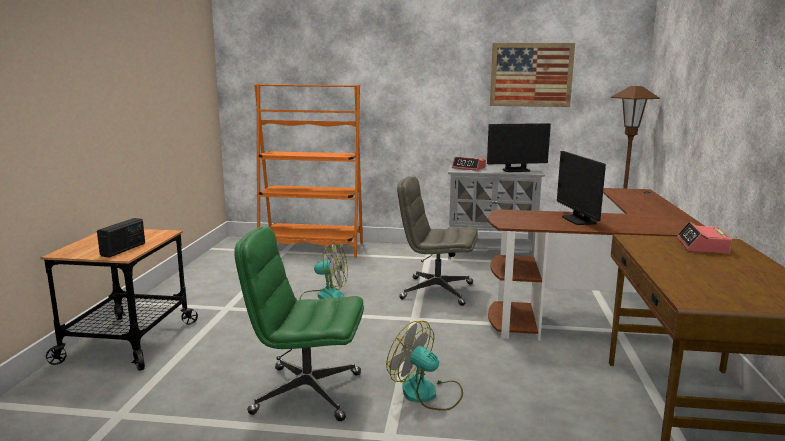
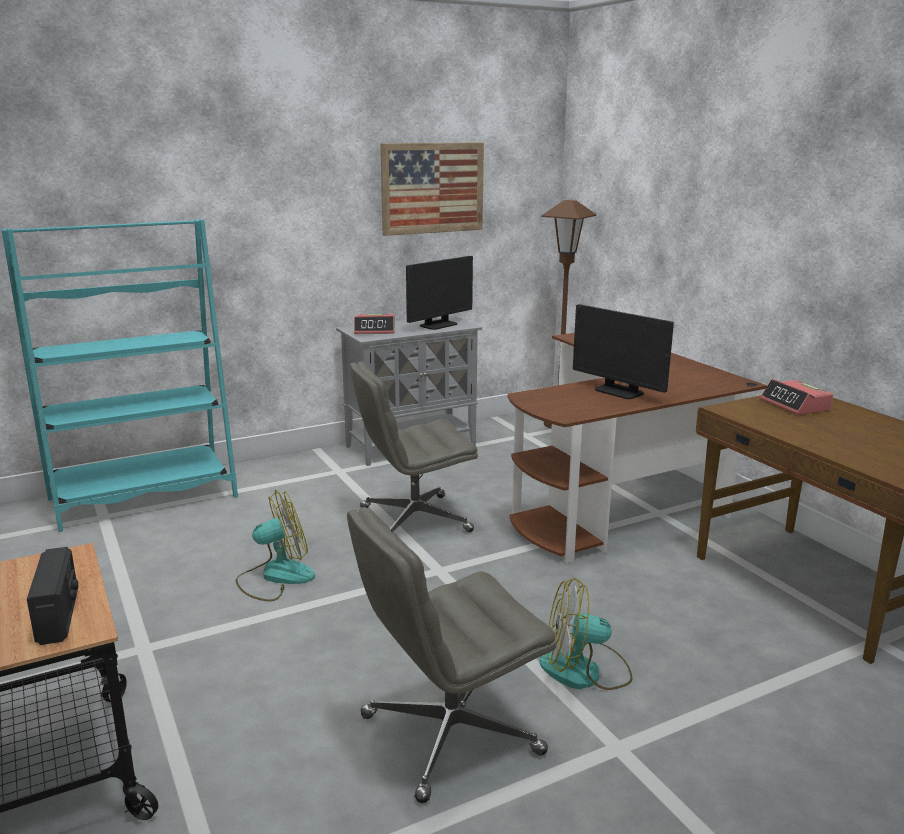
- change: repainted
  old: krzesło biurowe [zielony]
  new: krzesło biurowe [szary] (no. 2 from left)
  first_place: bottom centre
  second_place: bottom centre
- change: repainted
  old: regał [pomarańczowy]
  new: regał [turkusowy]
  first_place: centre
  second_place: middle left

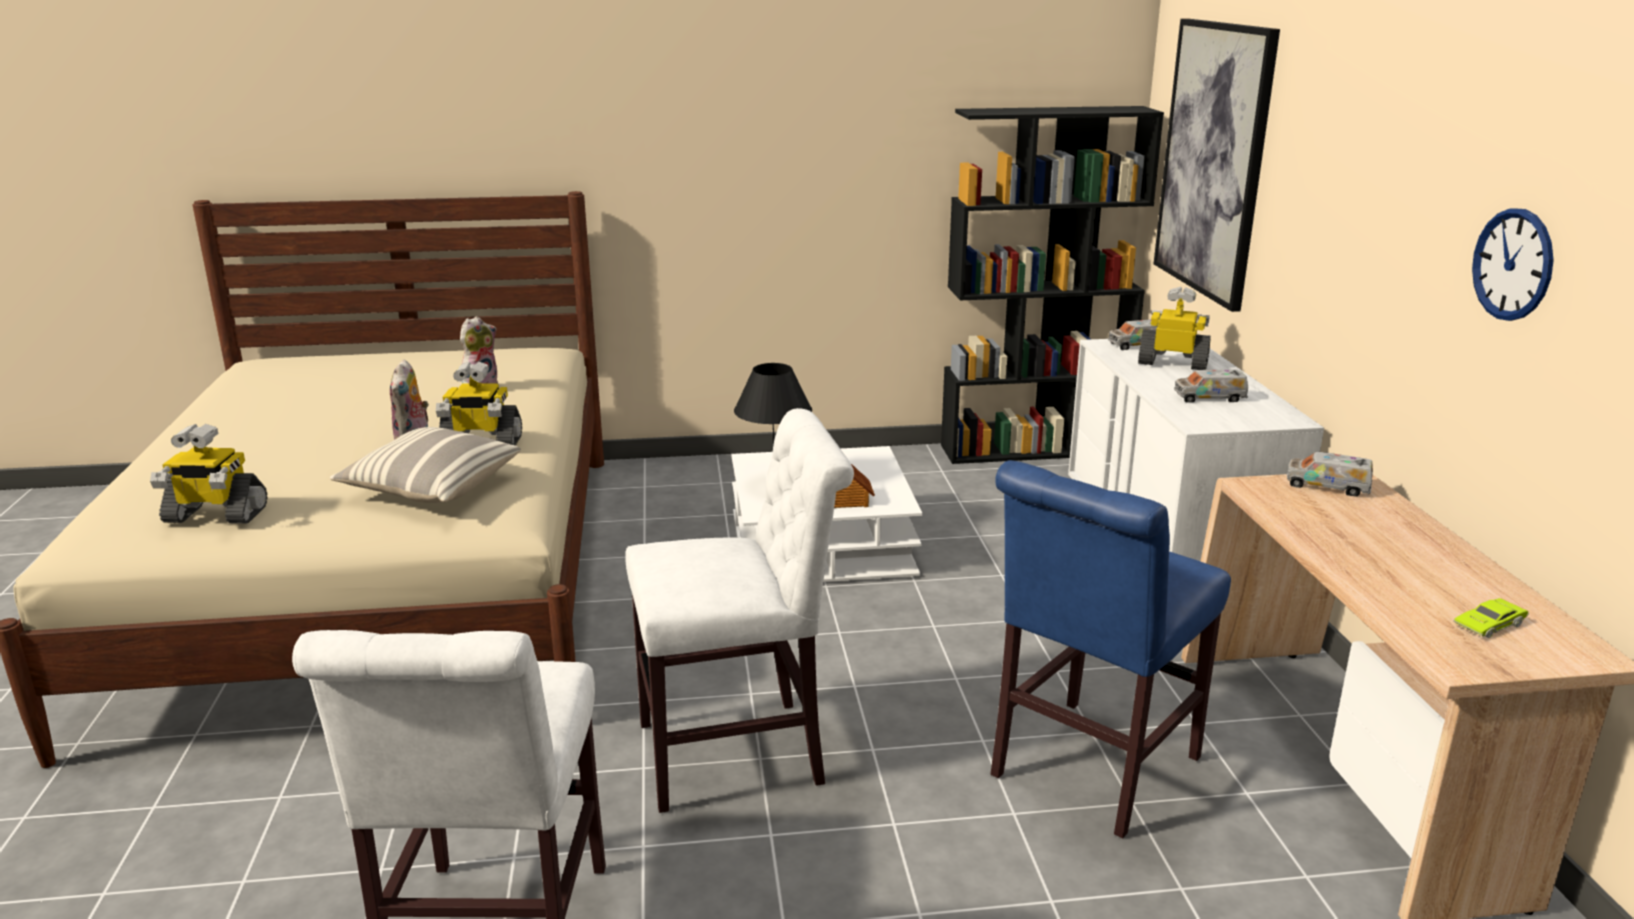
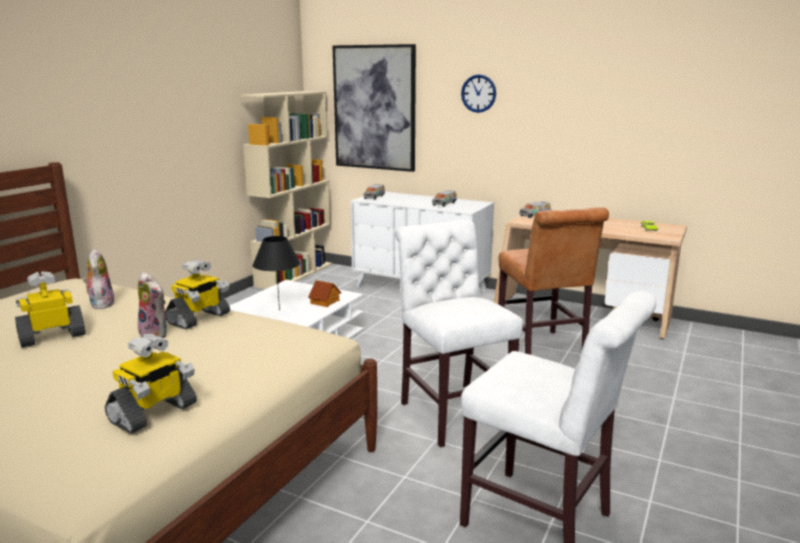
- change: gone
  old: poduszka
  first_place: middle left
- change: rotated
  old: krzesło [biały] (no. 2 from left in the first image)
  first_place: centre
  second_place: centre
  degrees: -45
- change: repainted
  old: regał [czarny]
  new: regał [beżowy]
  first_place: top centre
  second_place: centre
- change: repainted
  old: krzesło [niebieski]
  new: krzesło [brązowy]
  first_place: bottom right
  second_place: middle right
- change: shifted
  old: robot zabawkowy (no. 3 from left in the first image)
  new: robot zabawkowy (no. 1 from left)
  first_place: middle right
  second_place: middle left
- change: shifted
  old: zegar ścienny
  first_place: top right
  second_place: top centre

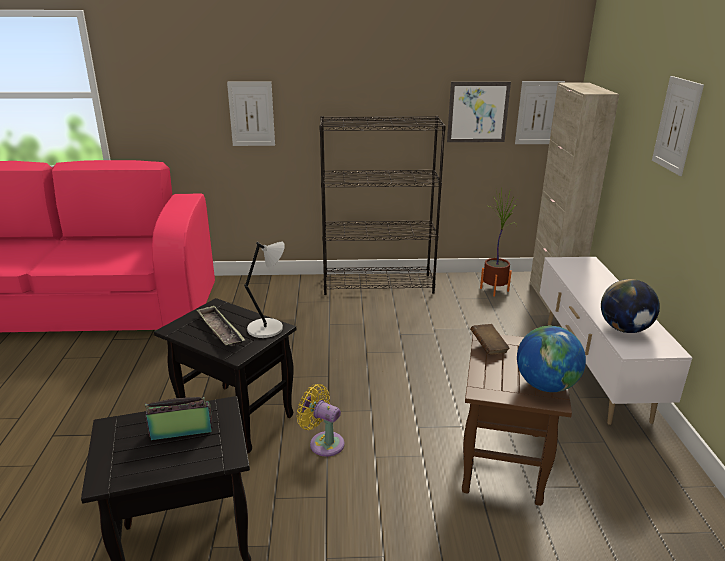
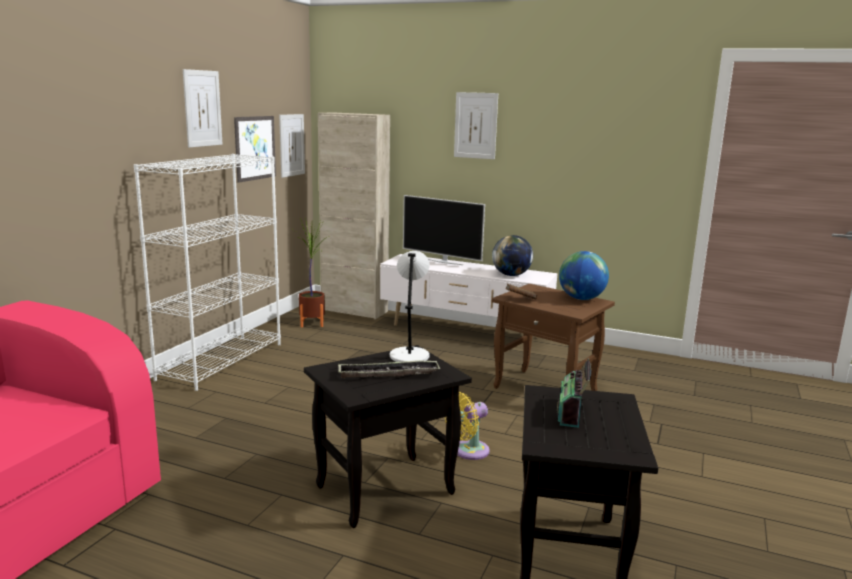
- change: shifted
  old: obraz (no. 1 from left)
  first_place: top centre
  second_place: top left
- change: repainted
  old: regał [czarny]
  new: regał [biały]
  first_place: centre
  second_place: middle left
- change: new
  new: telewizor
  second_place: centre

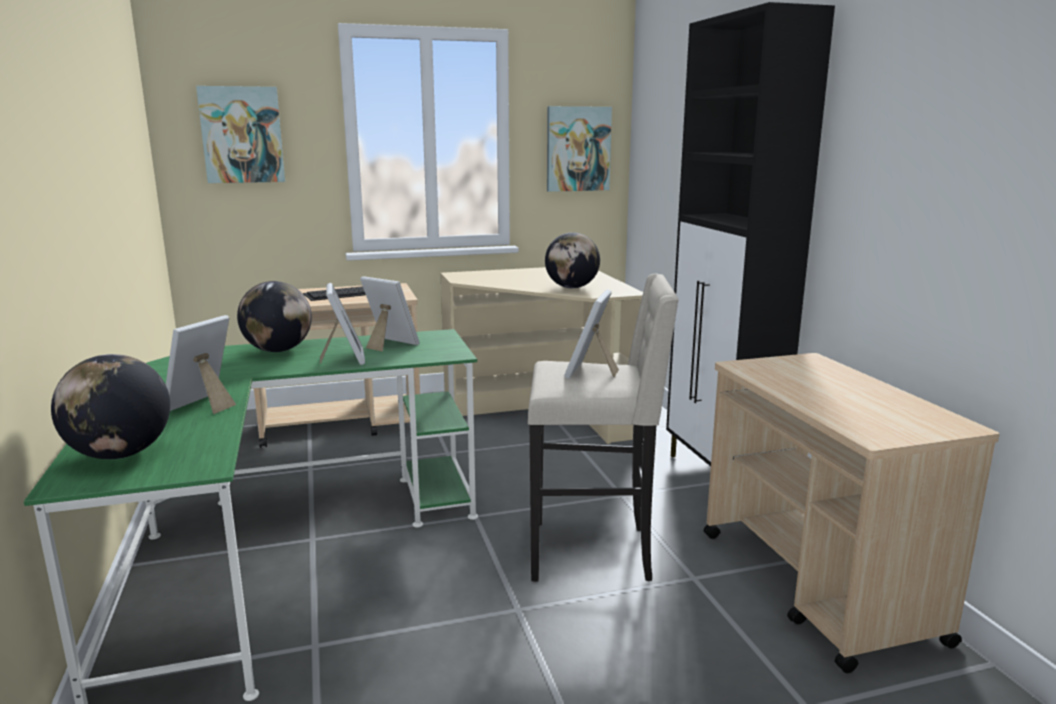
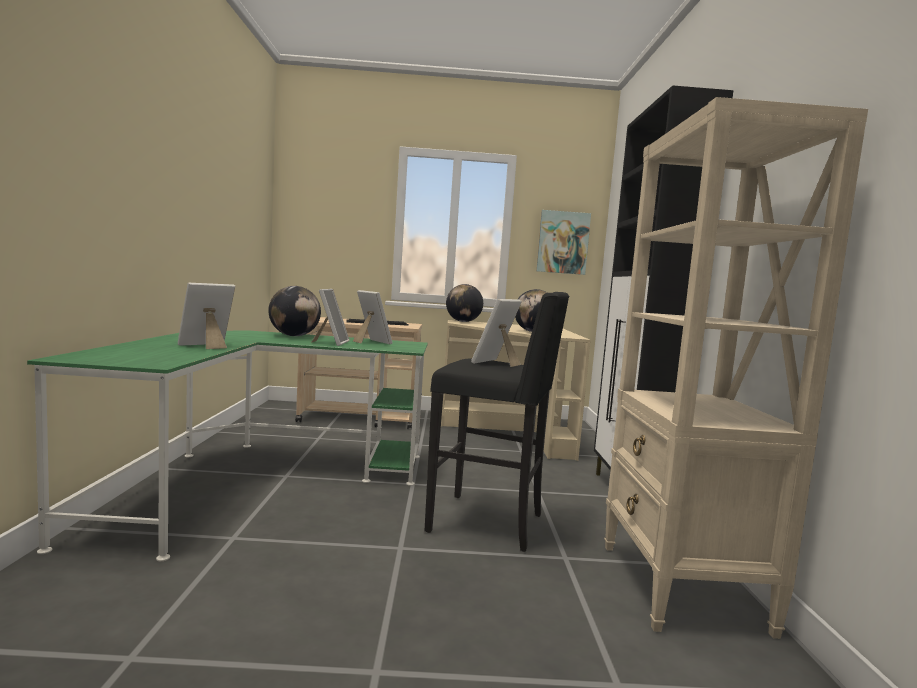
- change: shifted
  old: globus (no. 1 from left in the first image)
  new: globus (no. 2 from left)
  first_place: middle left
  second_place: centre
- change: gone
  old: obraz (no. 1 from left)
  first_place: top left
- change: repainted
  old: stołek [beżowy]
  new: stołek [czarny]
  first_place: centre
  second_place: centre
- change: swapped
  old: wózek [beżowy] (no. 2 from left)
  new: regał [beżowy]
  first_place: bottom right
  second_place: middle right

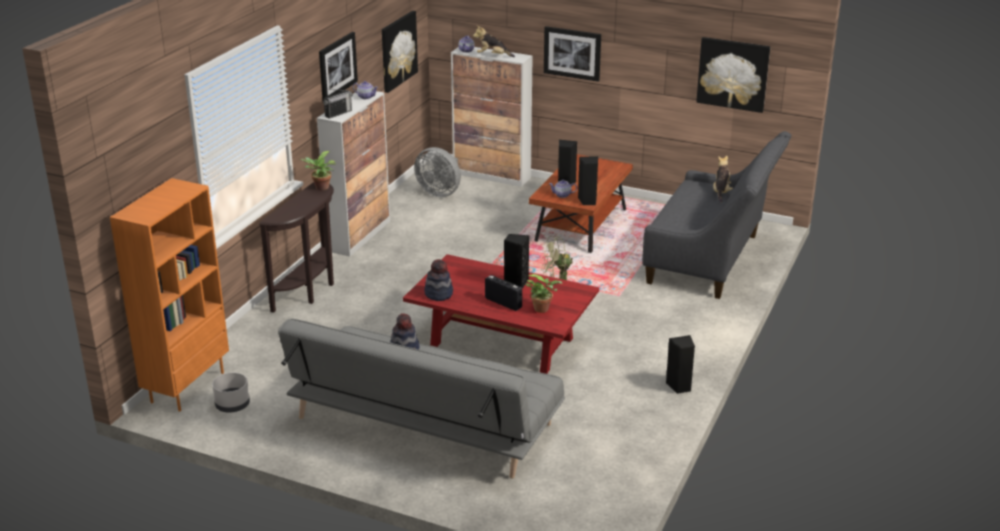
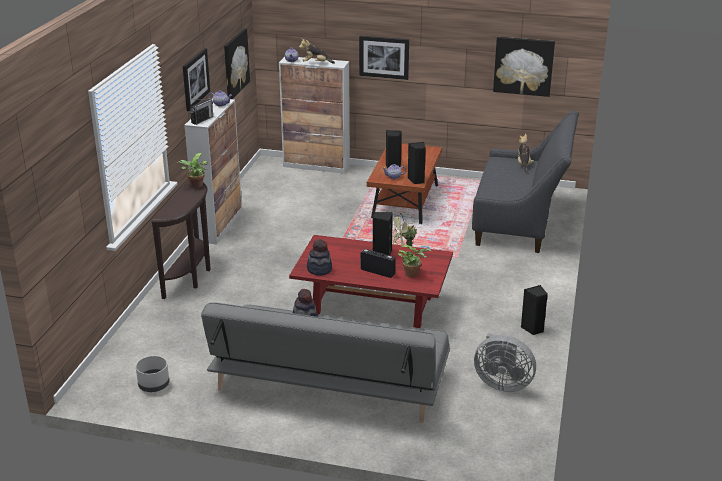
- change: gone
  old: regał [pomarańczowy]
  first_place: middle left
- change: shifted
  old: wentylator [szary]
  first_place: top centre
  second_place: bottom right

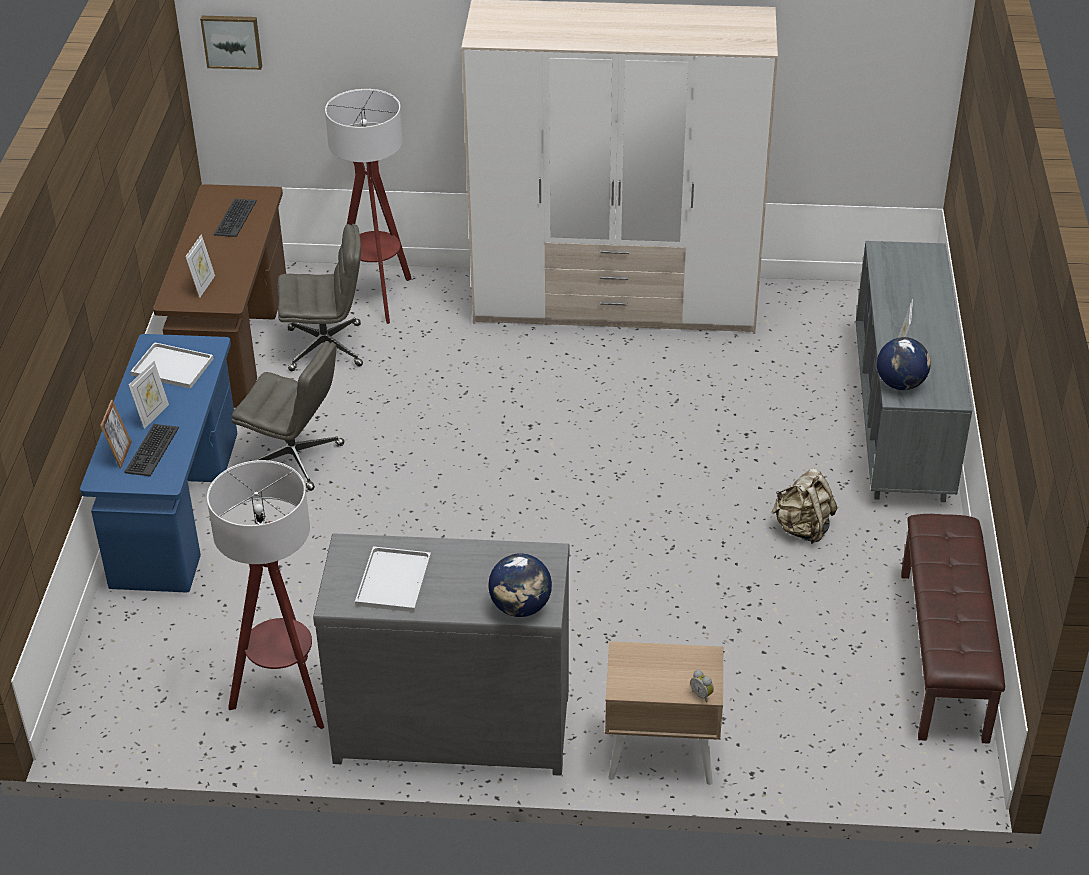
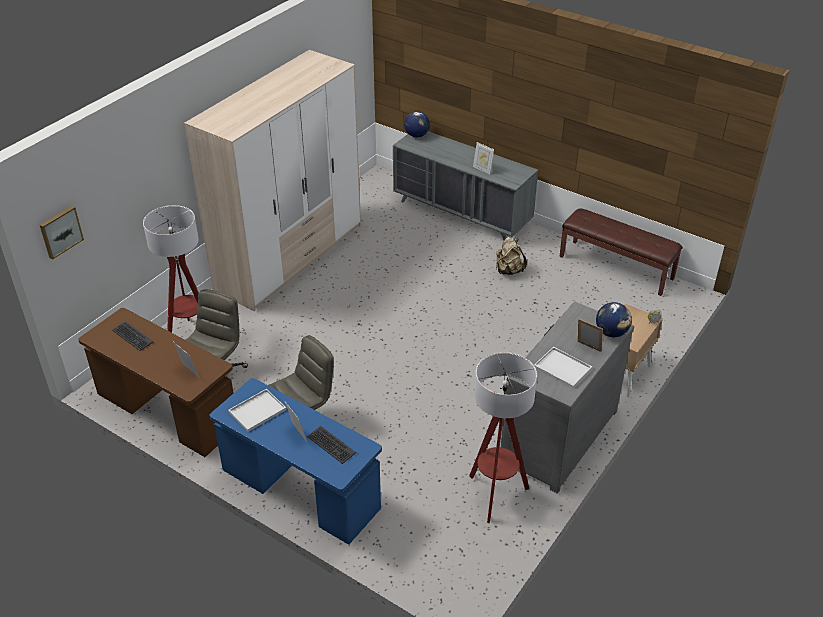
- change: shifted
  old: ramka na zdjęcie (no. 1 from left in the first image)
  new: ramka na zdjęcie (no. 4 from left)
  first_place: middle left
  second_place: middle right
- change: shifted
  old: globus (no. 2 from left in the first image)
  new: globus (no. 1 from left)
  first_place: middle right
  second_place: top centre

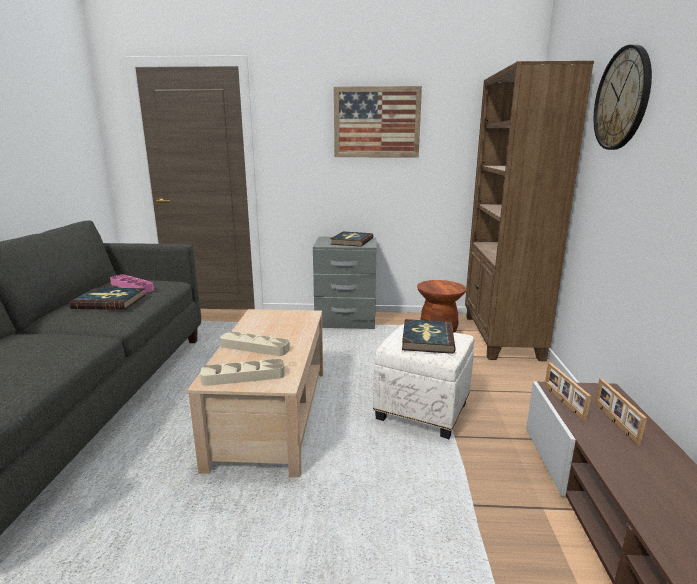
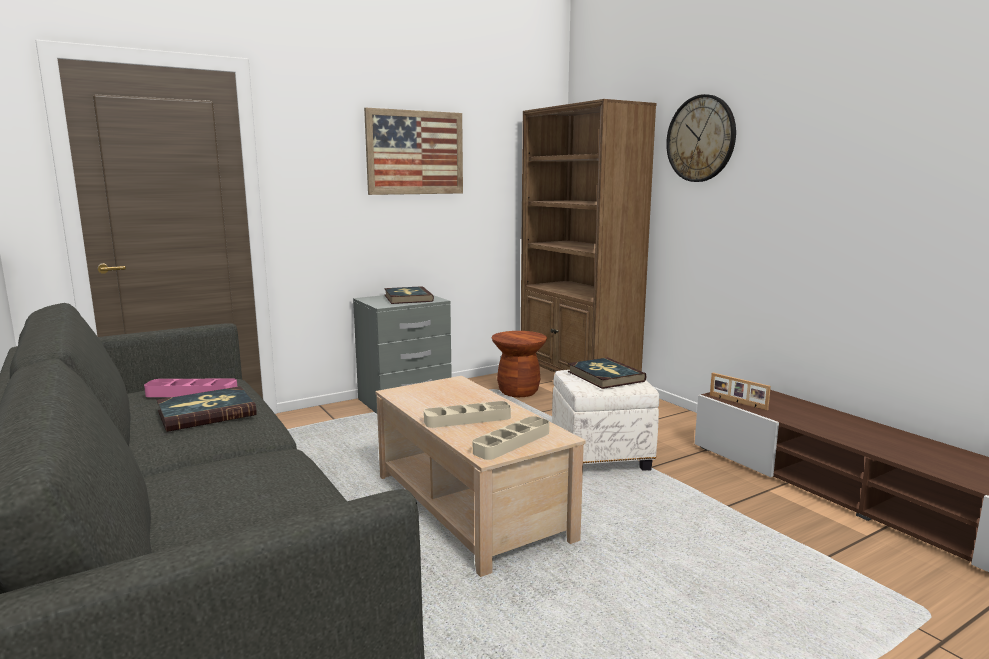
- change: gone
  old: ramka na zdjęcie (no. 2 from left)
  first_place: bottom right

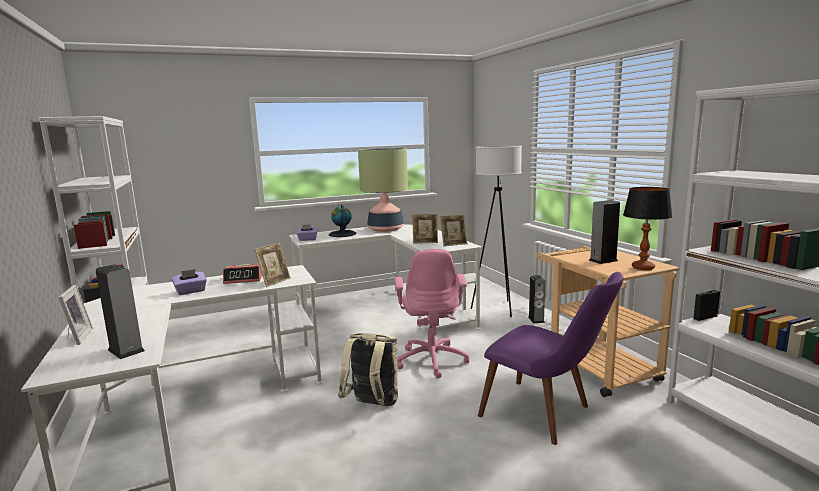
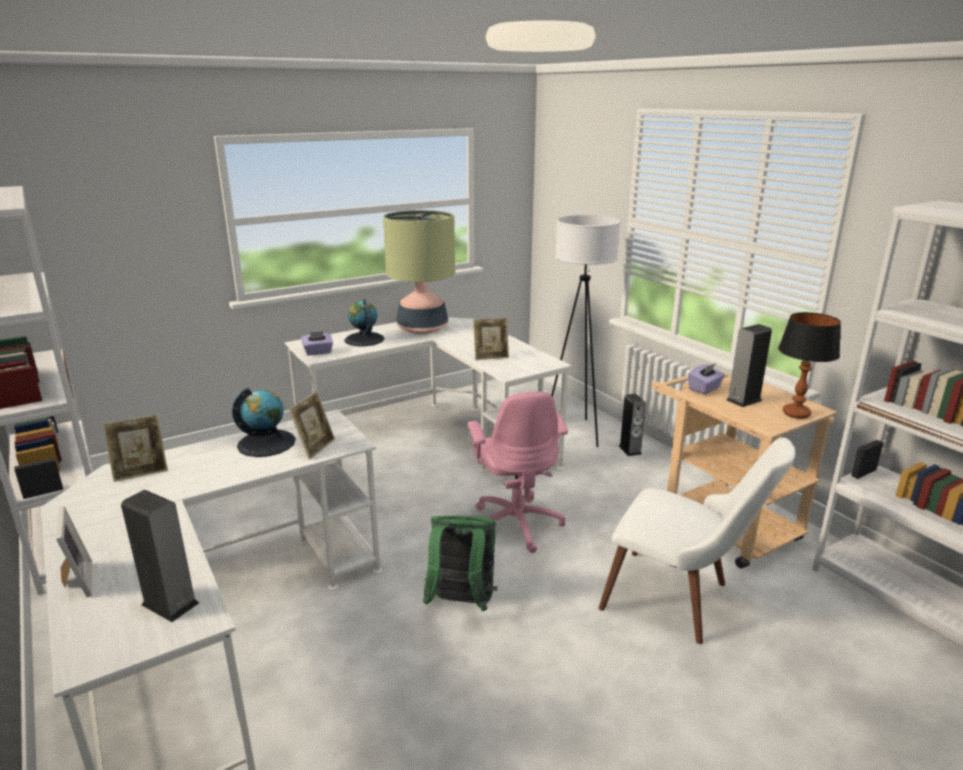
- change: shifted
  old: pudełko chusteczek [fioletowy] (no. 1 from left in the first image)
  new: pudełko chusteczek [fioletowy] (no. 2 from left)
  first_place: middle left
  second_place: middle right
- change: swapped
  old: budzik
  new: globus (no. 1 from left)
  first_place: middle left
  second_place: middle left
- change: repainted
  old: plecak [beżowy]
  new: plecak [zielony]
  first_place: bottom centre
  second_place: bottom centre
- change: shifted
  old: ramka na zdjęcie (no. 4 from left in the first image)
  new: ramka na zdjęcie (no. 2 from left)
  first_place: centre
  second_place: middle left
- change: repainted
  old: krzesło [fioletowy]
  new: krzesło [biały]
  first_place: bottom right
  second_place: bottom right

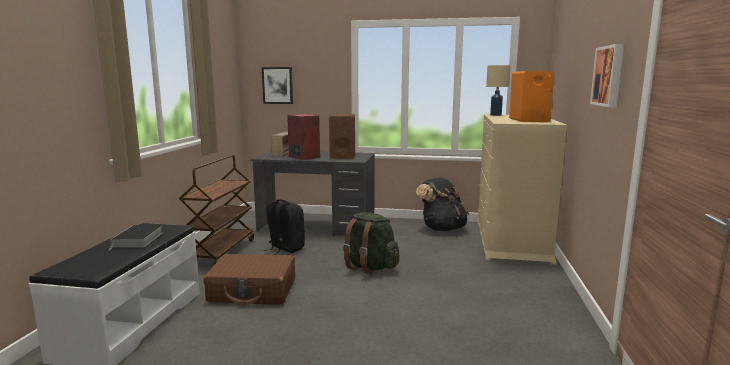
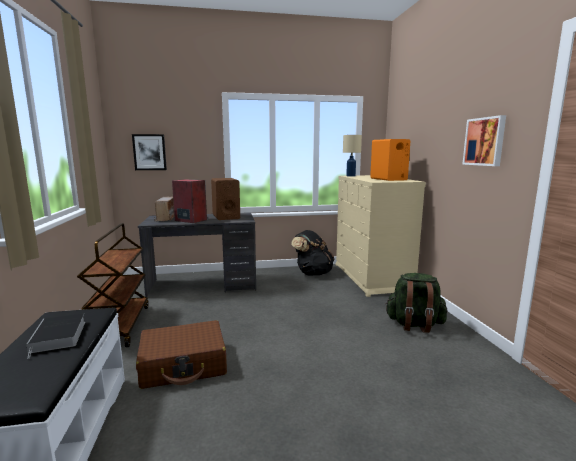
- change: gone
  old: plecak [czarny] (no. 1 from left)
  first_place: centre
- change: shifted
  old: plecak [zielony]
  first_place: centre
  second_place: middle right

